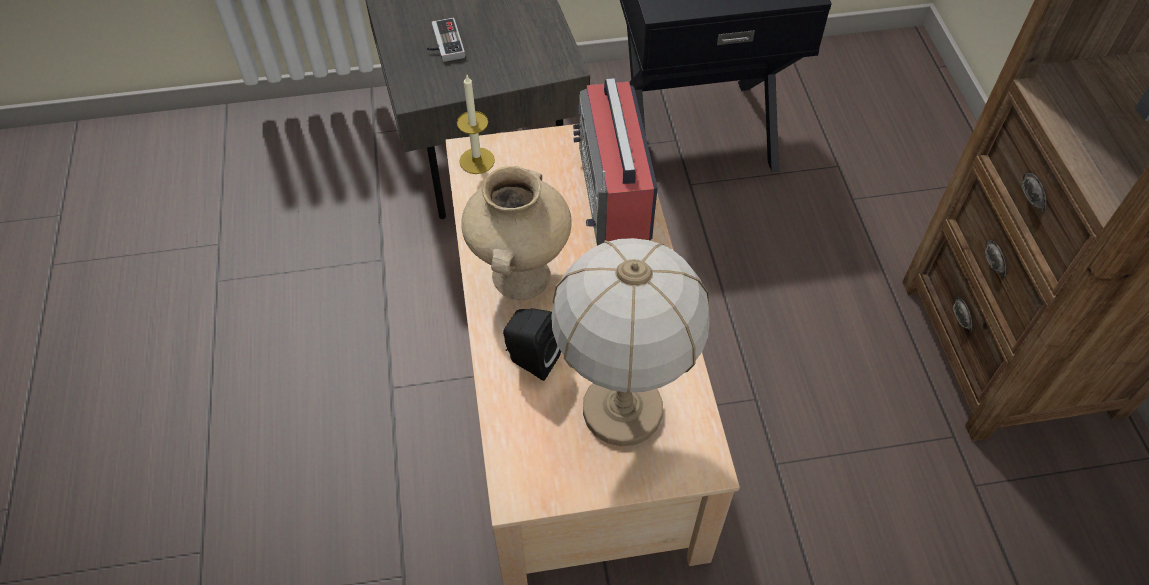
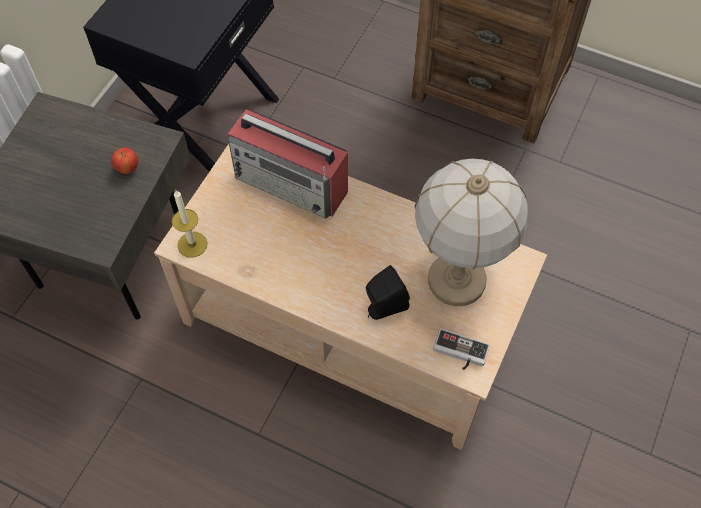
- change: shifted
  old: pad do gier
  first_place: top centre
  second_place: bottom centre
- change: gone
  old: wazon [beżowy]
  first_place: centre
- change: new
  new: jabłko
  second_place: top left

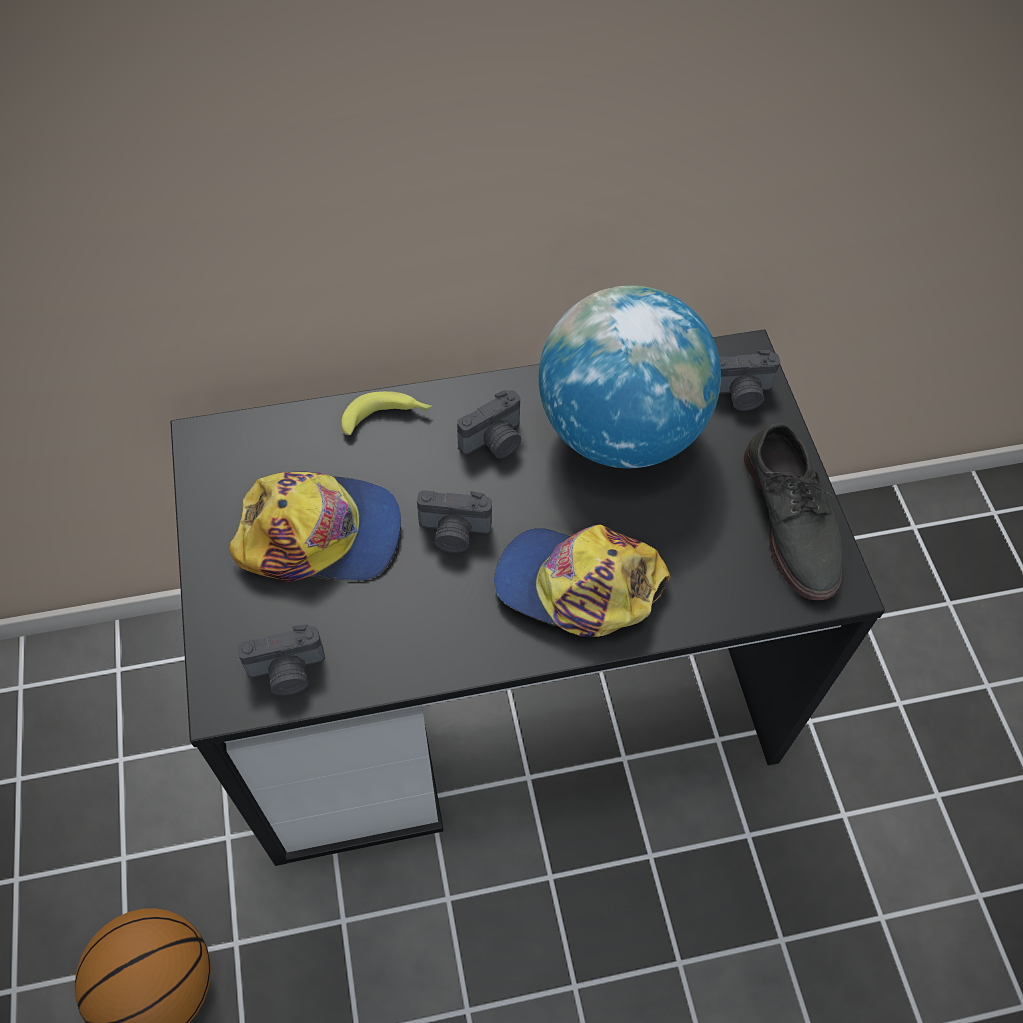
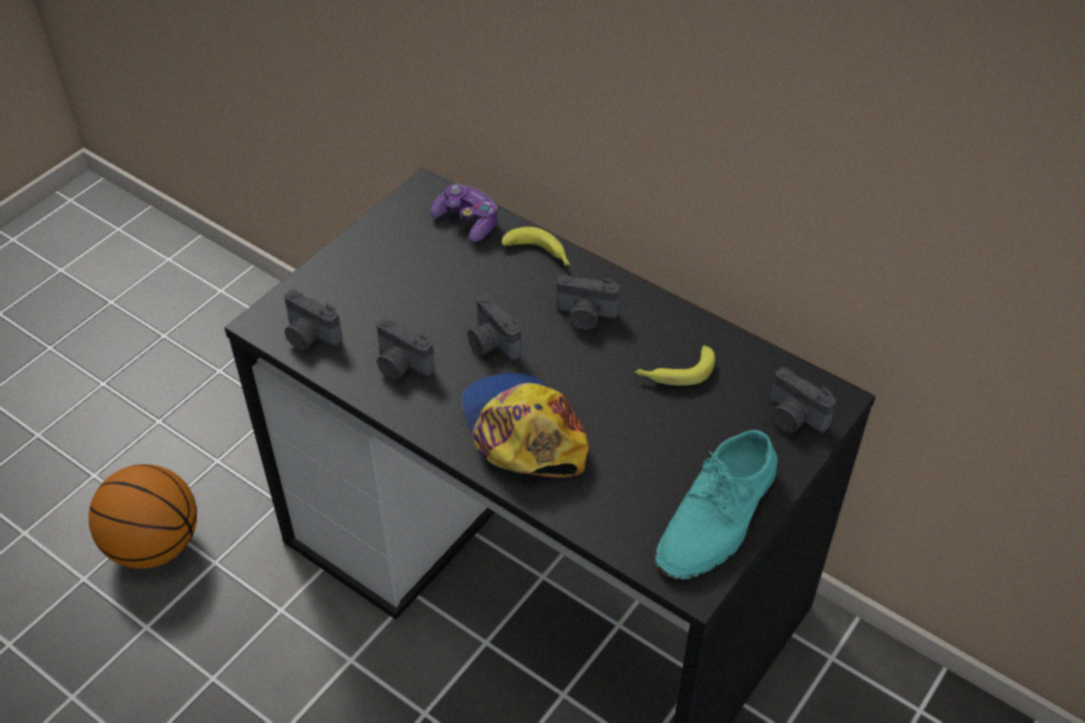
- change: gone
  old: czapka z daszkiem (no. 1 from left)
  first_place: middle left
- change: swapped
  old: globus
  new: banan (no. 2 from left)
  first_place: centre
  second_place: centre
- change: repainted
  old: but [szary]
  new: but [turkusowy]
  first_place: middle right
  second_place: bottom centre
- change: new
  new: aparat fotograficzny (no. 2 from left)
  second_place: centre
- change: new
  new: pad do gier
  second_place: top centre

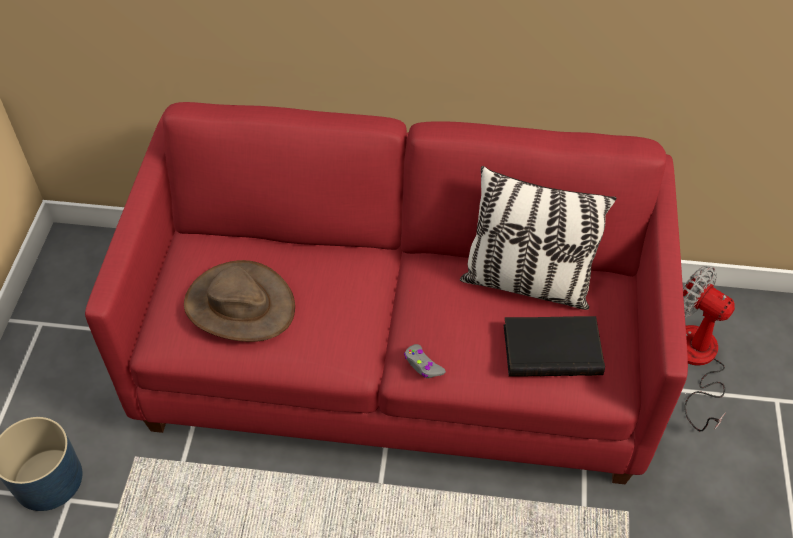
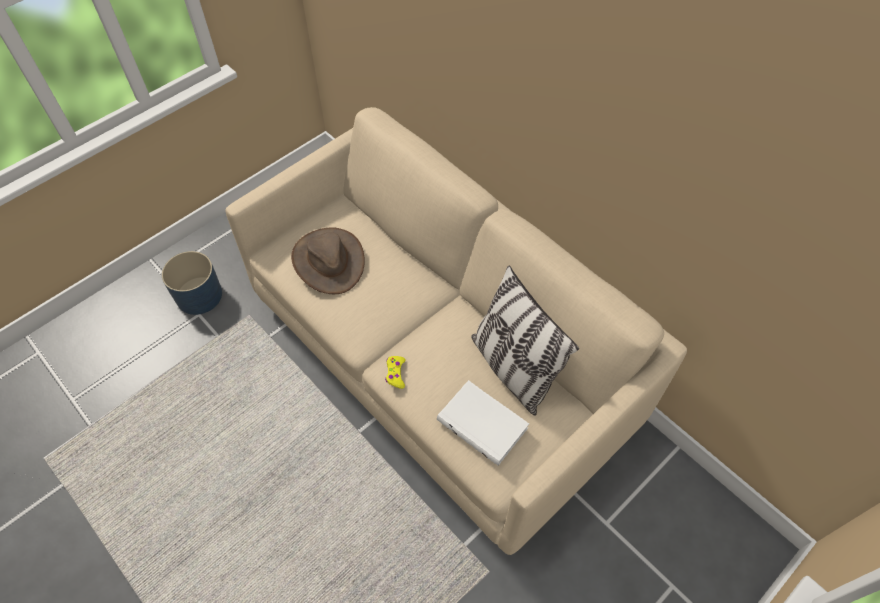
- change: repainted
  old: kanapa [czerwony]
  new: kanapa [beżowy]
  first_place: centre
  second_place: centre
- change: repainted
  old: pad do gier [szary]
  new: pad do gier [żółty]
  first_place: bottom centre
  second_place: centre
- change: repainted
  old: książka [czarny]
  new: książka [biały]
  first_place: middle right
  second_place: bottom centre
- change: gone
  old: wentylator
  first_place: middle right

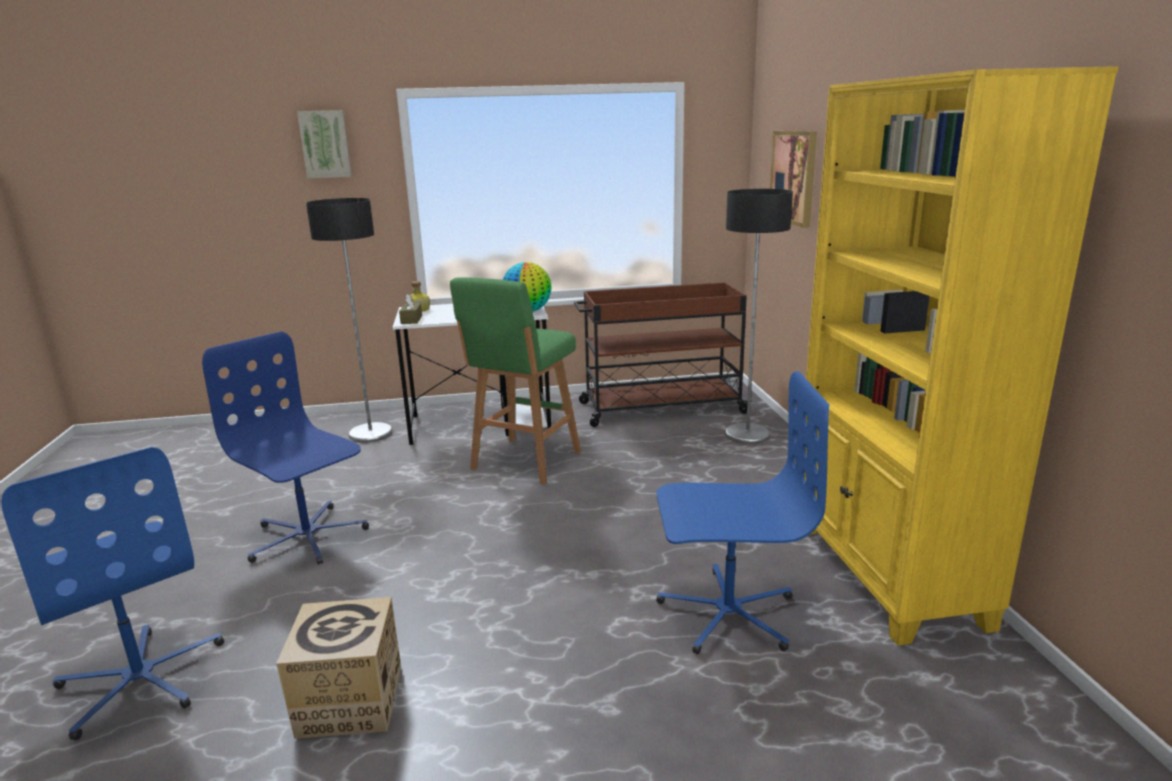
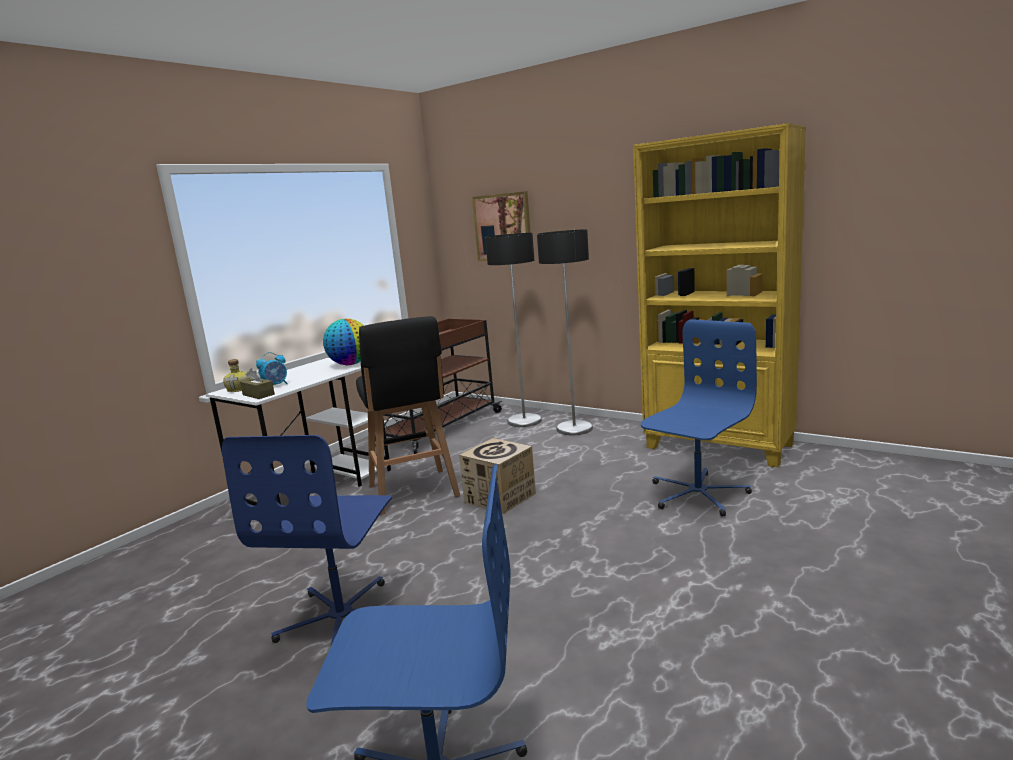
- change: rotated
  old: krzesło biurowe [niebieski] (no. 2 from left in the first image)
  first_place: middle left
  second_place: bottom left
  degrees: -75
- change: shifted
  old: karton
  first_place: bottom left
  second_place: centre
- change: gone
  old: obraz (no. 1 from left)
  first_place: top left
- change: shifted
  old: lampa stojąca (no. 1 from left in the first image)
  new: lampa stojąca (no. 2 from left)
  first_place: middle left
  second_place: centre
- change: repainted
  old: stołek [zielony]
  new: stołek [czarny]
  first_place: centre
  second_place: centre
- change: new
  new: budzik
  second_place: middle left

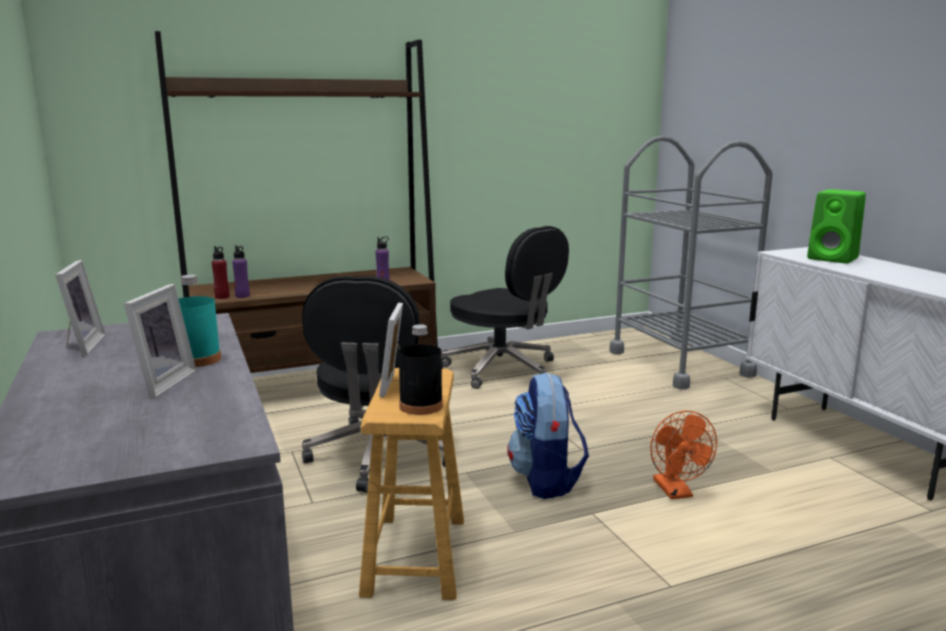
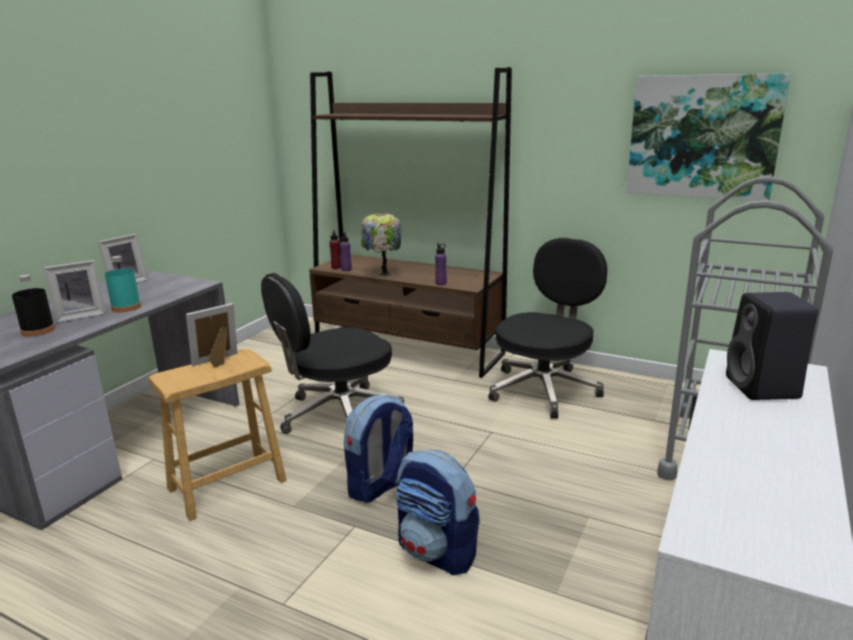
- change: shifted
  old: butelka [czarny]
  first_place: centre
  second_place: middle left
- change: rotated
  old: krzesło biurowe [czarny] (no. 2 from left)
  first_place: centre
  second_place: centre
  degrees: -150
- change: swapped
  old: wentylator [pomarańczowy]
  new: plecak (no. 2 from left)
  first_place: bottom right
  second_place: bottom centre
- change: repainted
  old: głośnik [zielony]
  new: głośnik [czarny]
  first_place: middle right
  second_place: middle right
- change: new
  new: lampa stołowa
  second_place: centre
- change: new
  new: obraz
  second_place: top right

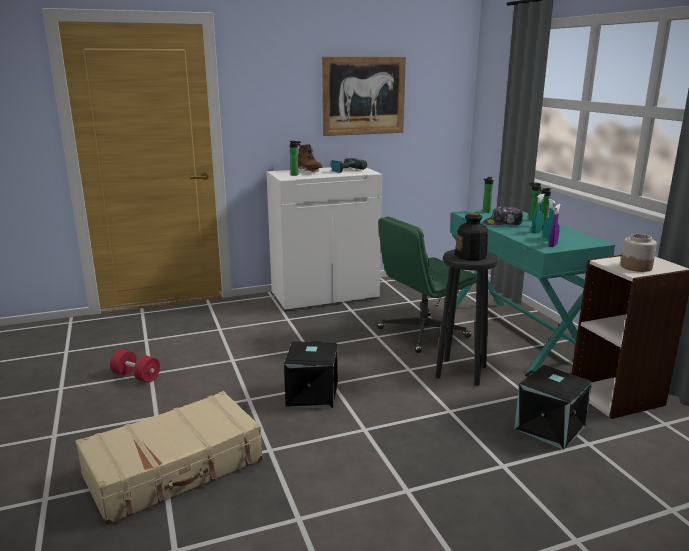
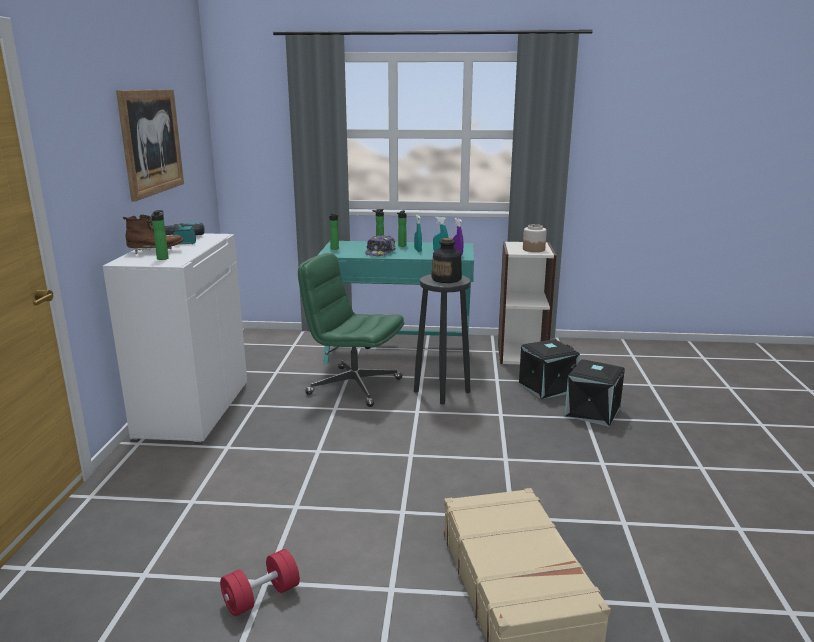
- change: shifted
  old: pojemnik do przechowywania [czarny] (no. 1 from left in the first image)
  new: pojemnik do przechowywania [czarny] (no. 2 from left)
  first_place: bottom centre
  second_place: middle right
- change: rotated
  old: krzesło biurowe [zielony]
  first_place: centre
  second_place: centre
  degrees: 120

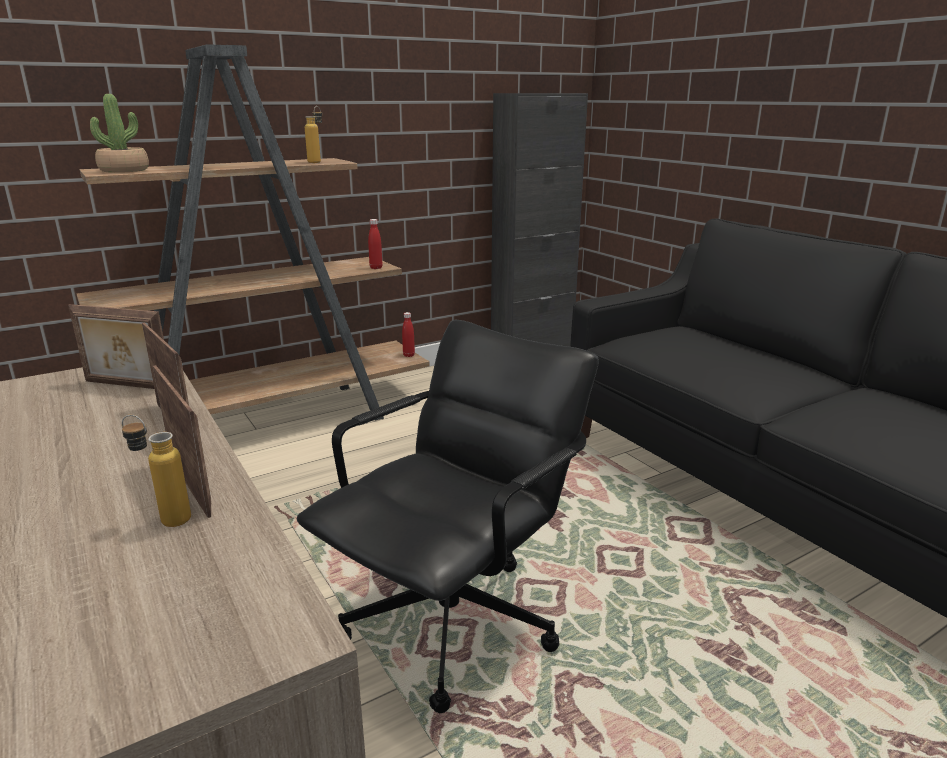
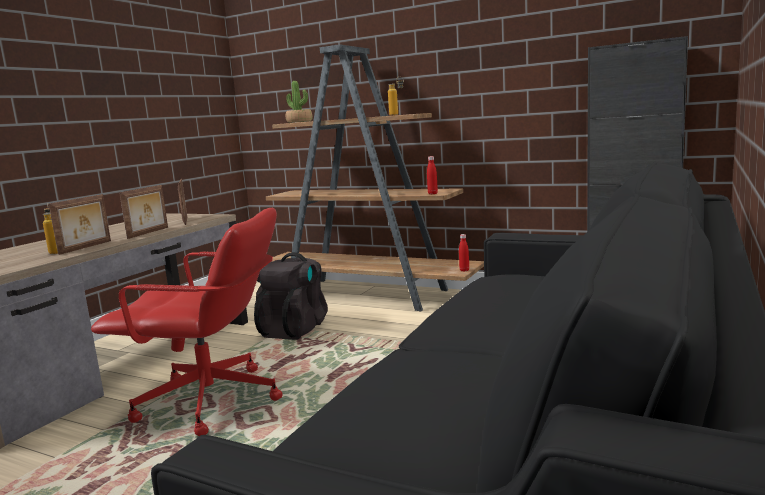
- change: repainted
  old: krzesło biurowe [czarny]
  new: krzesło biurowe [czerwony]
  first_place: bottom centre
  second_place: middle left
- change: new
  new: plecak [czarny]
  second_place: centre

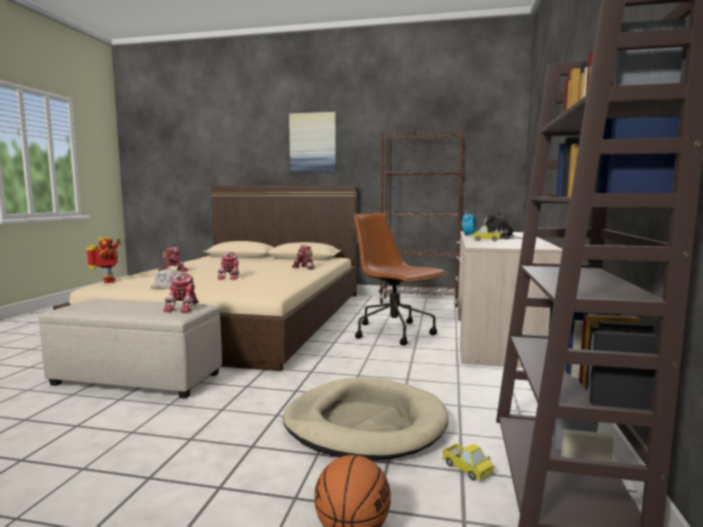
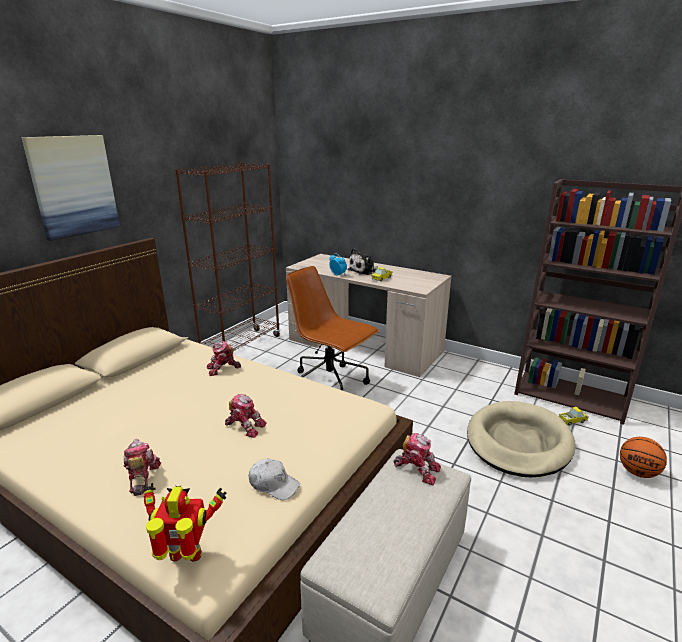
- change: rotated
  old: krzesło biurowe [brązowy]
  first_place: centre
  second_place: centre
  degrees: 60

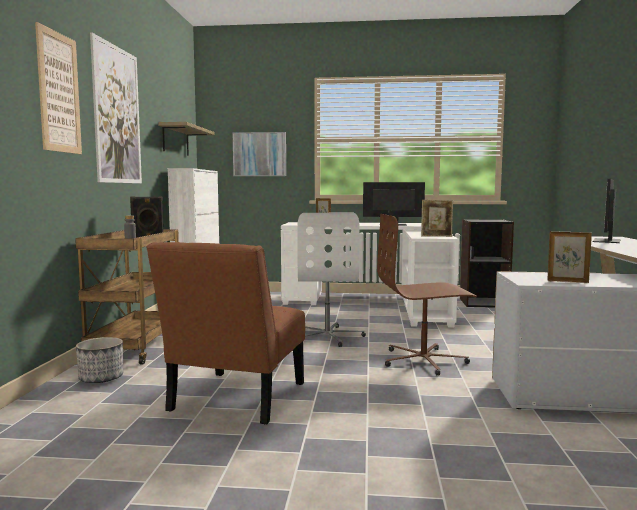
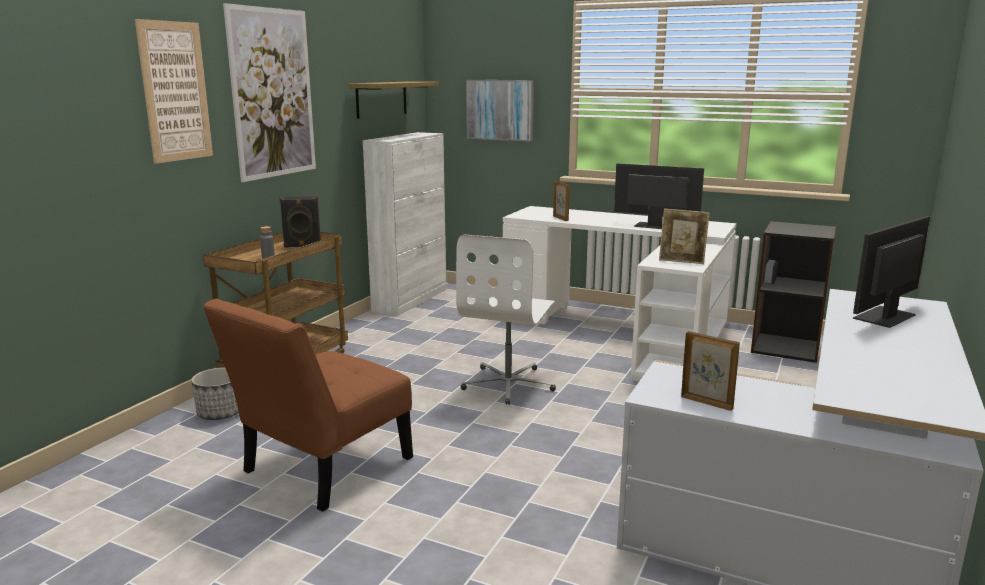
- change: gone
  old: krzesło biurowe [brązowy]
  first_place: middle right

